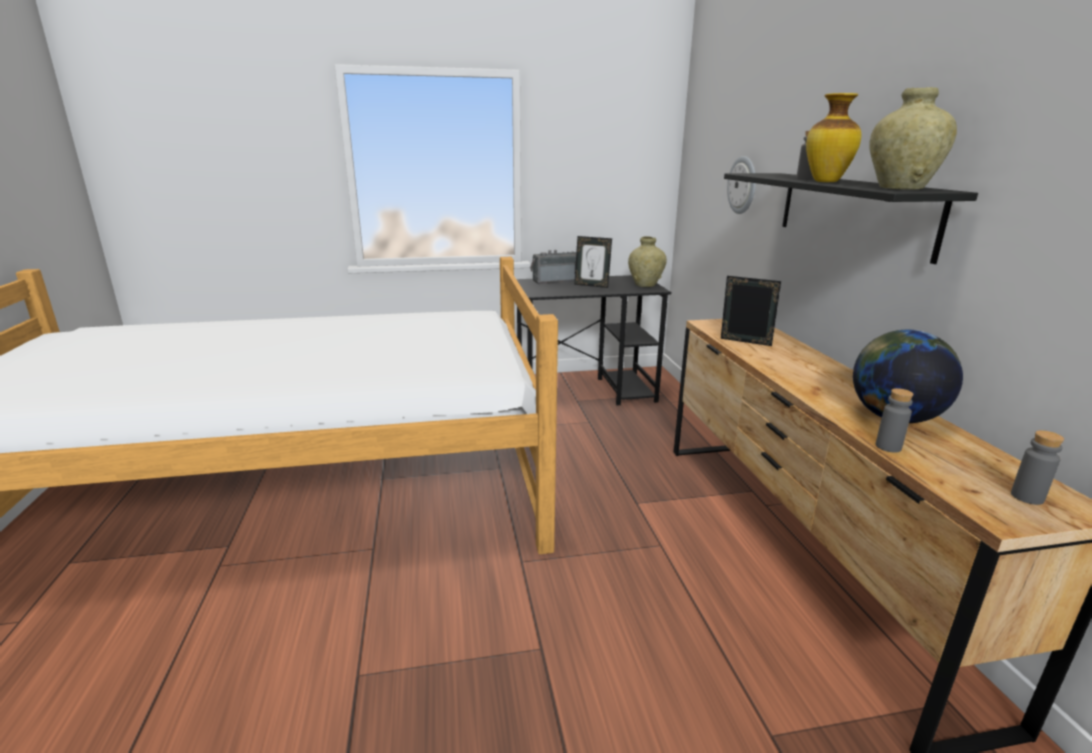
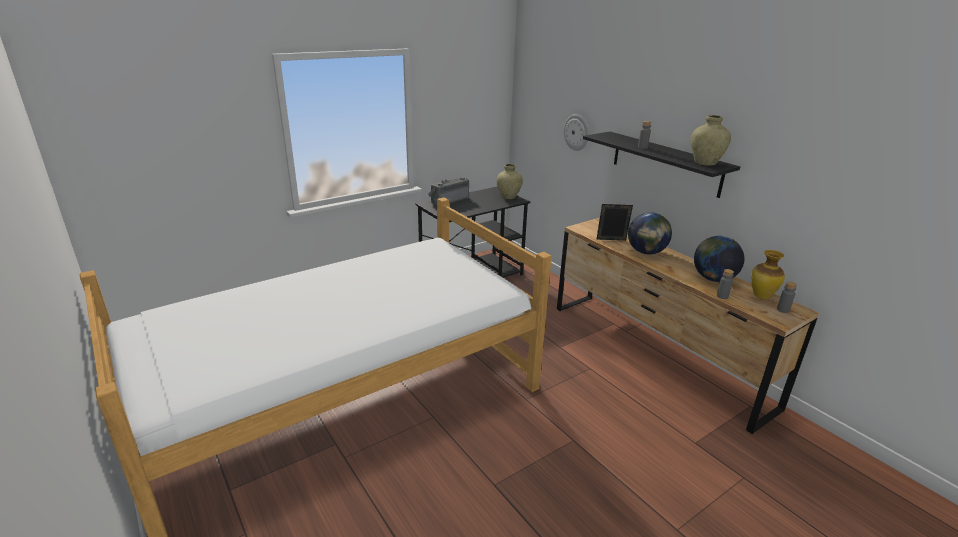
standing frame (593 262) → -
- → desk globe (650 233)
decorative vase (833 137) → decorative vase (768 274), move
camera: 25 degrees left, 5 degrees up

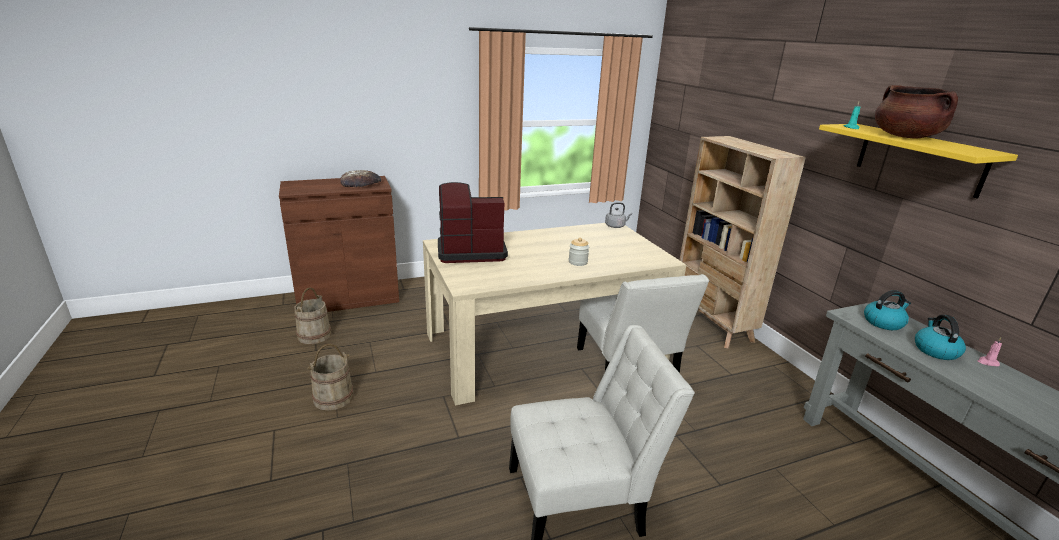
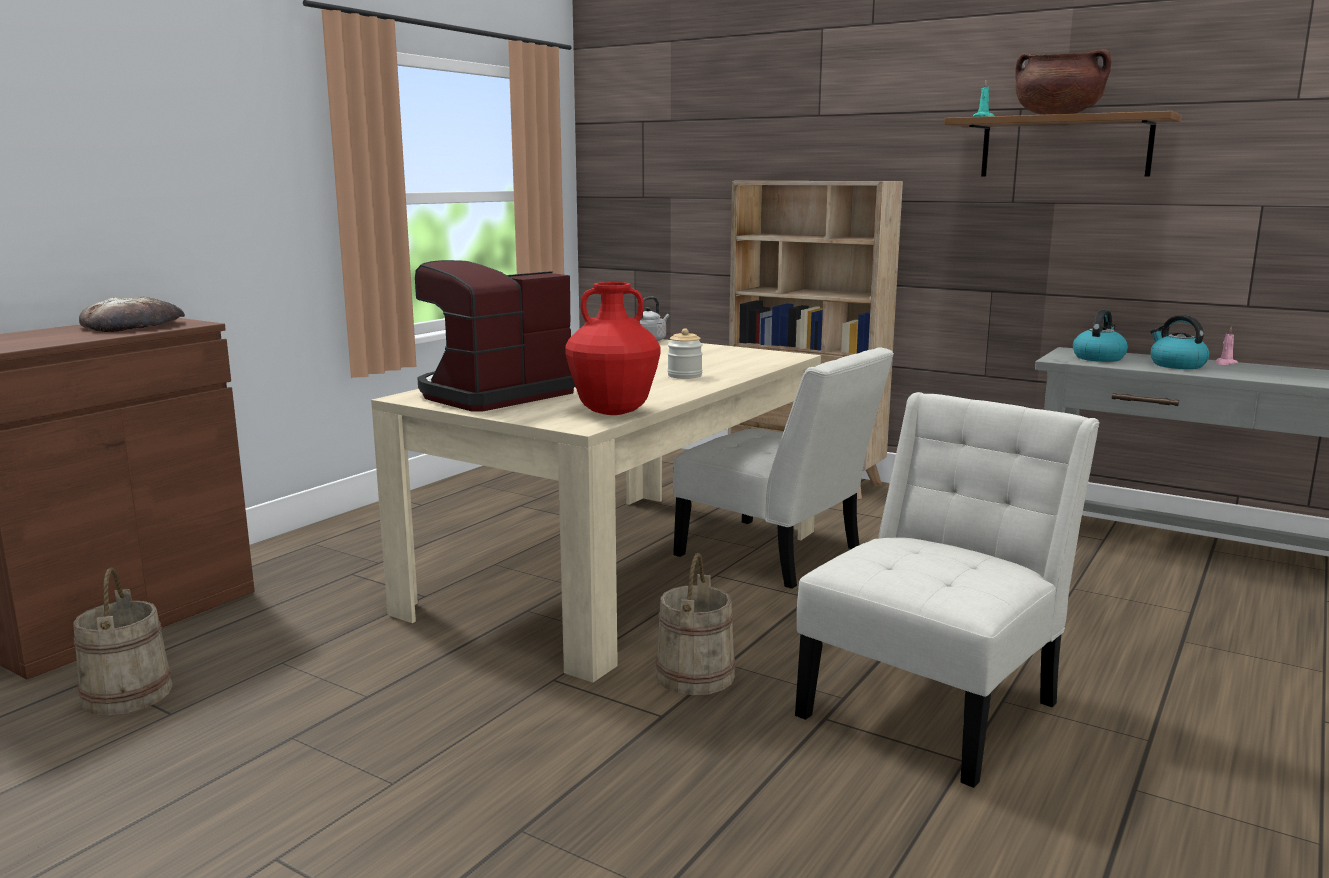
- → red decorative vase (613 348)
beige-coloured bucket (330 377) → beige-coloured bucket (695 624), move
yellowish shelf (918 161) → brown-coloured shelf (1063 144)
camera: 35 degrees left, 10 degrees down

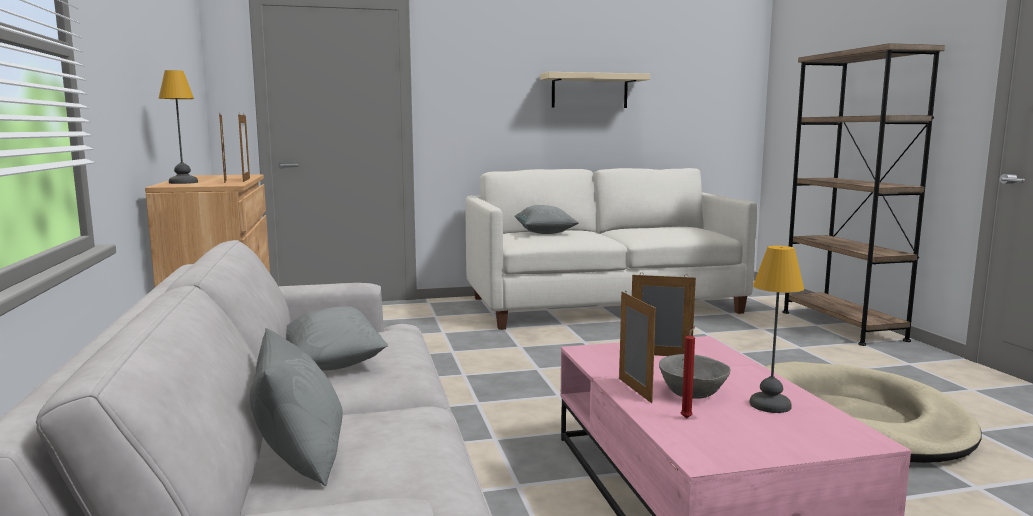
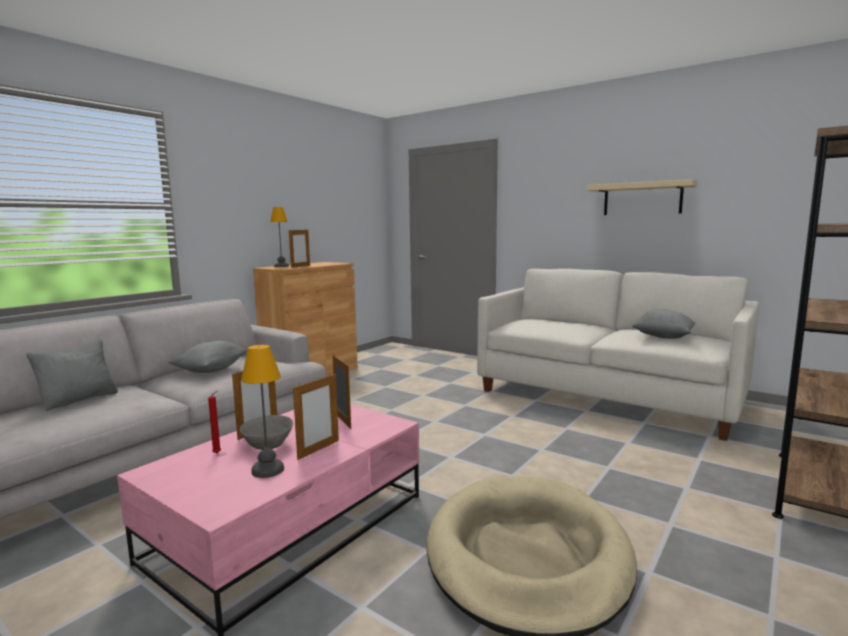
standing frame (244 148) → standing frame (316 416), move
greyish cushion (546 219) → greyish cushion (663 324), move
camera: 50 degrees right, 0 degrees up

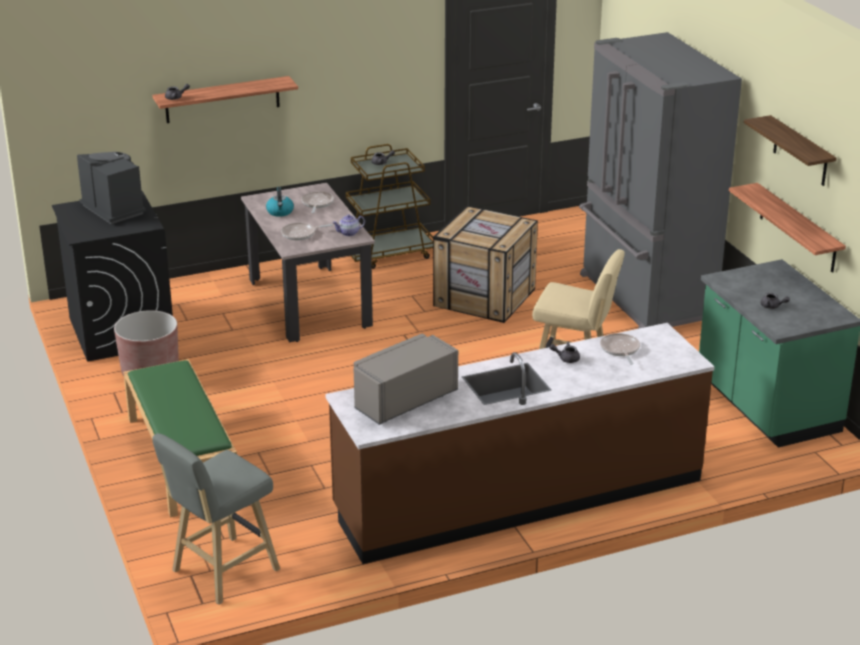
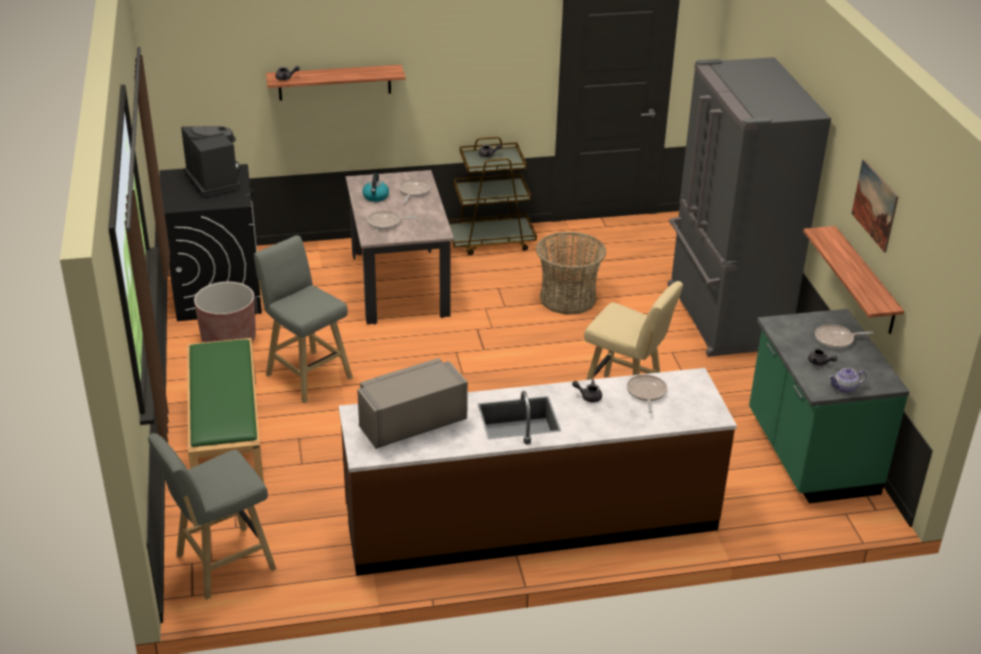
- → greyish stool seat (303 319)
- → pan (844 336)
pot for tea (348 225) → pot for tea (847 380), move
shipping crate (485 264) → storage basket (571 273)
shelf (790 150) → wall art (875 206)
camera: 10 degrees right, 5 degrees up

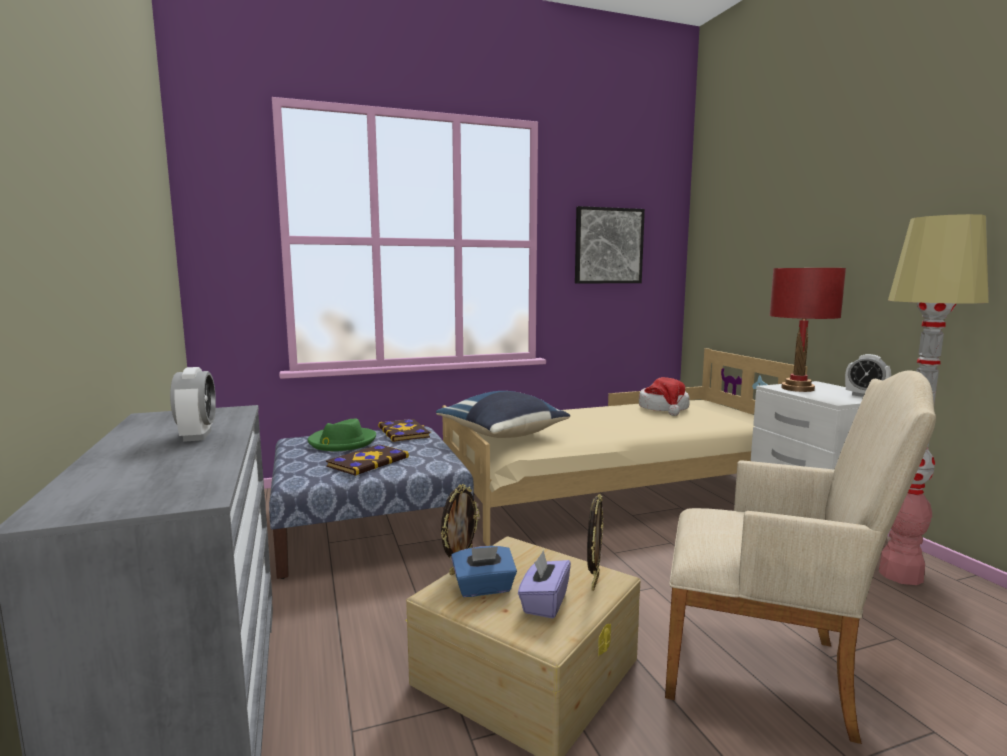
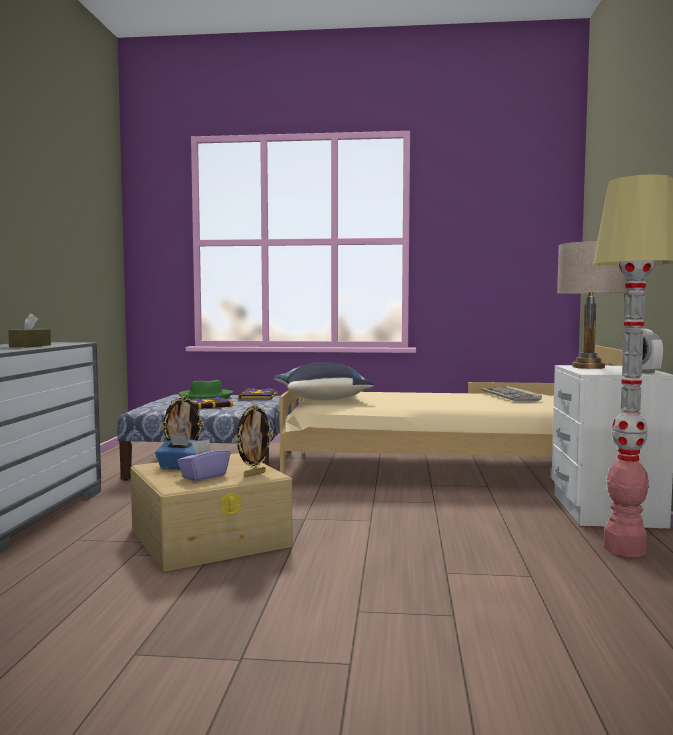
wall art (610 245) → -
beige-coloured armchair (800 557) → -
bedside clock (193 404) → brown-coloured box of tissues (29 330)
clothing hat (664 396) → computer keyboard (511 393)
red table lamp (807 330) → beige-coloured table lamp (592 305)
camera: 25 degrees right, 5 degrees down

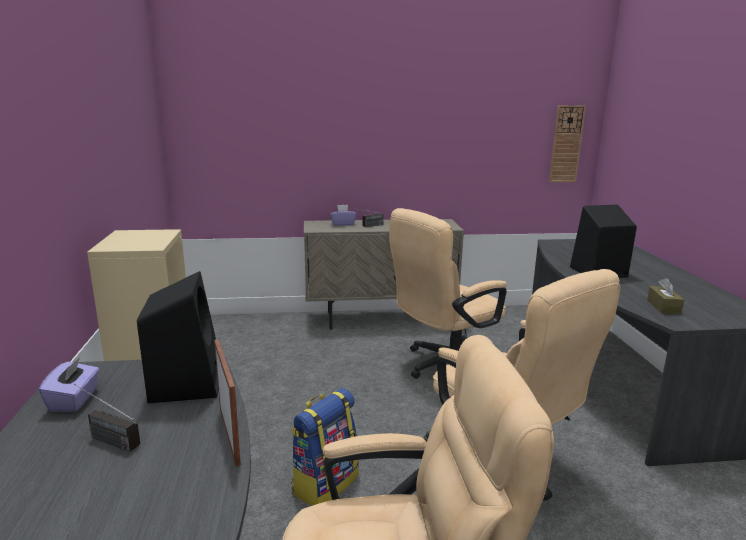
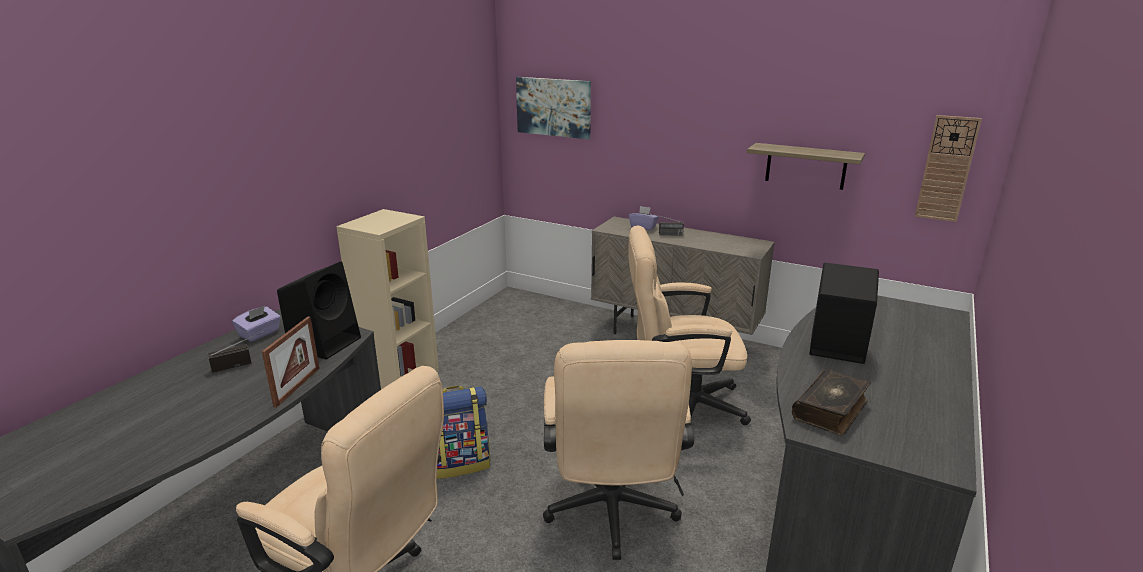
- → wall art (553 108)
- → shelf (806 166)
brown-coloured box of tissues (665 296) → book (831 402)
radio (107 418) → radio (237 351), 90 degrees clockwise
camera: 35 degrees right, 5 degrees up

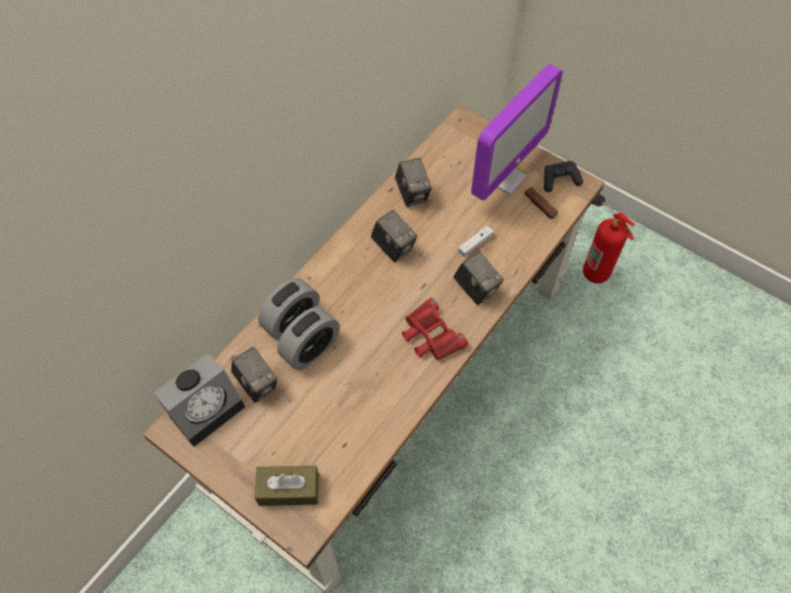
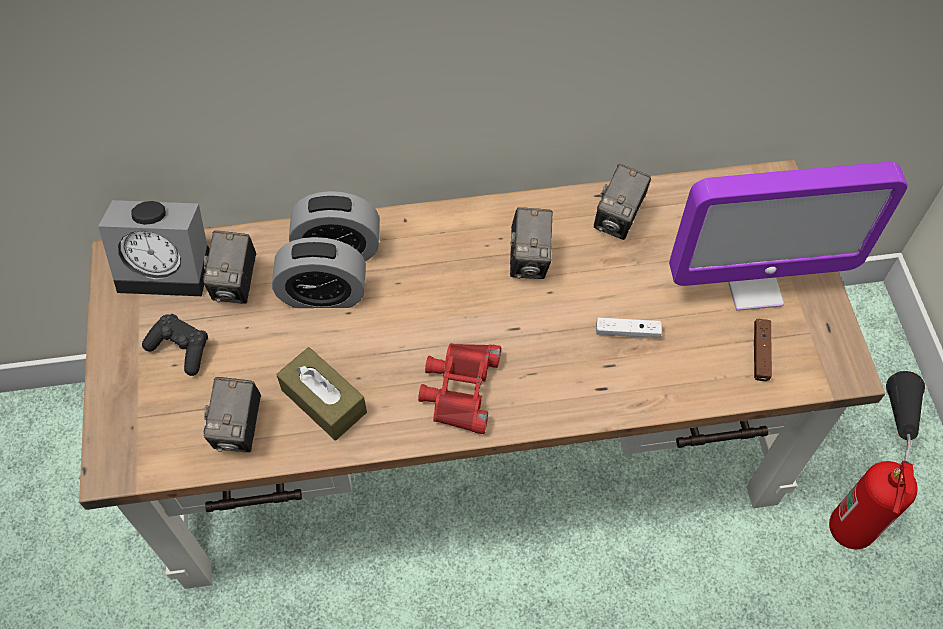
brown-coloured box of tissues (287 486) → brown-coloured box of tissues (321 393), move
photo camera (478 278) → photo camera (232 414), move
black gamepad (563 176) → black gamepad (175 345), move
camera: 45 degrees right, 0 degrees up

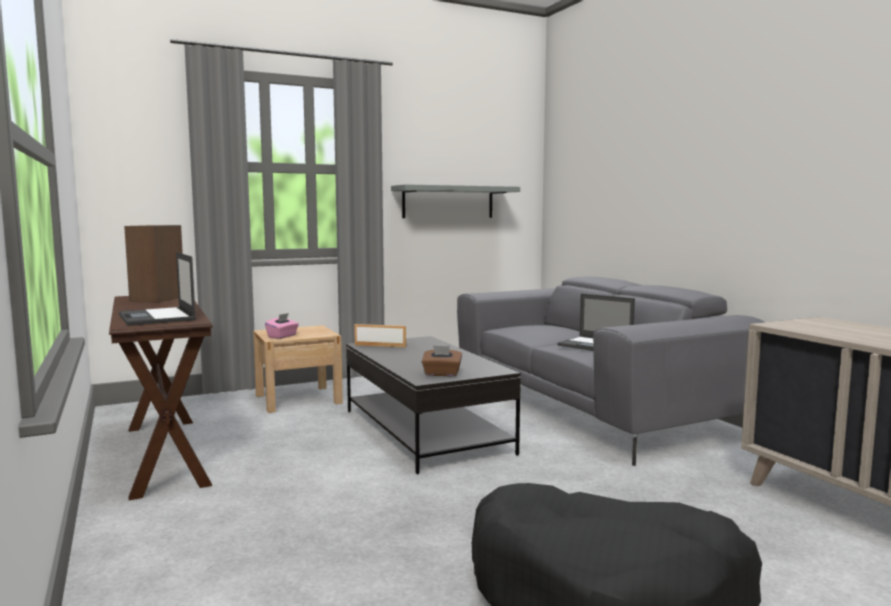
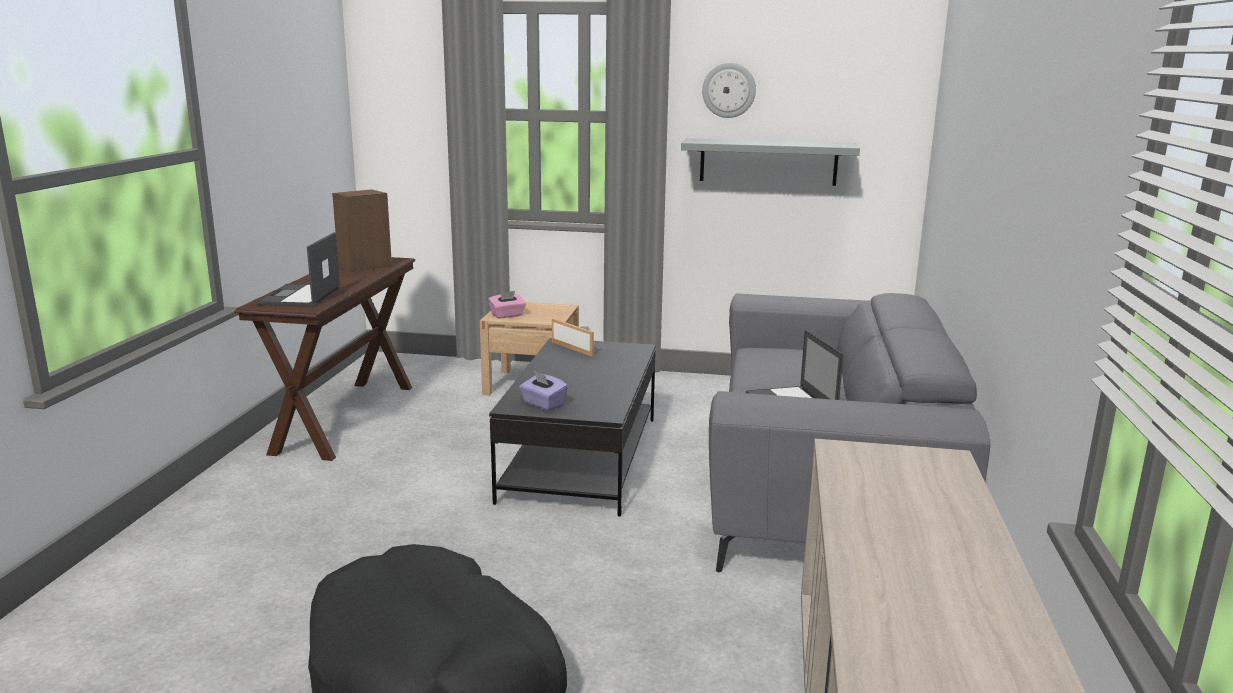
- → clock on the wall (729 90)
brown-coloured box of tissues (442 360) → purplish box of tissues (543 391)
camera: 35 degrees right, 10 degrees up

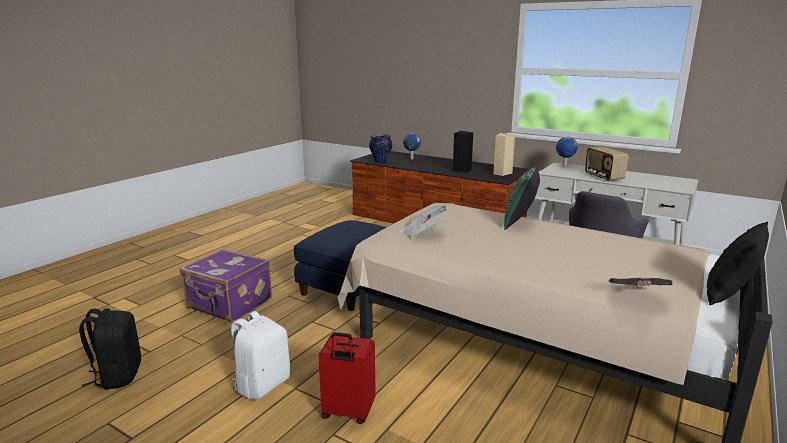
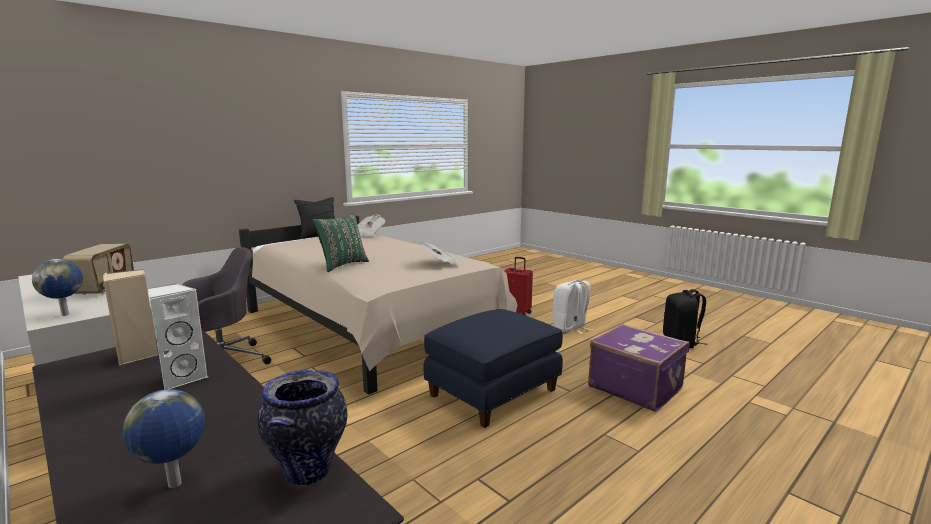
black audio speaker (463 152) → white audio speaker (178 336)
camera: 165 degrees left, 5 degrees down

